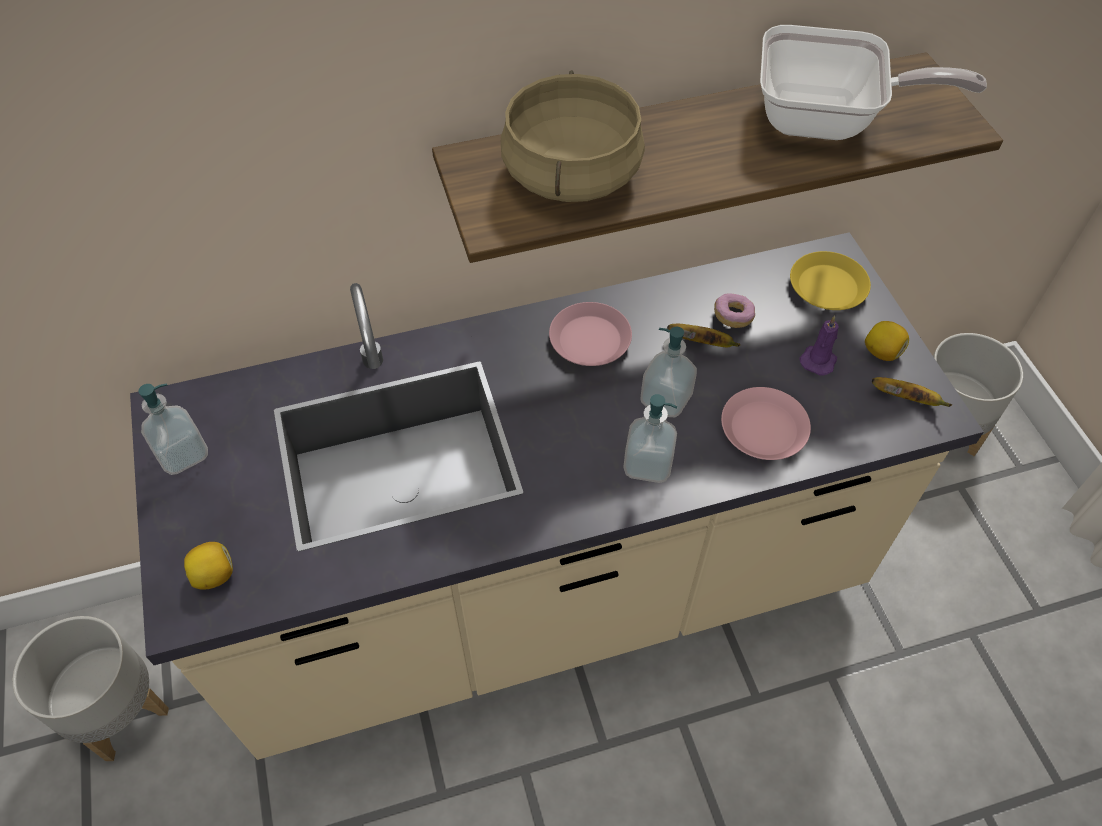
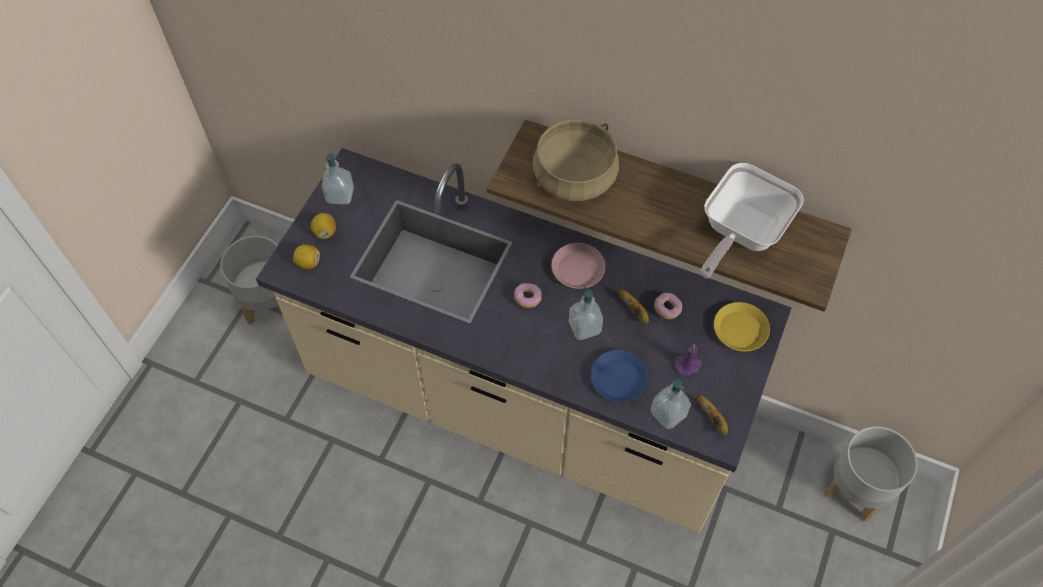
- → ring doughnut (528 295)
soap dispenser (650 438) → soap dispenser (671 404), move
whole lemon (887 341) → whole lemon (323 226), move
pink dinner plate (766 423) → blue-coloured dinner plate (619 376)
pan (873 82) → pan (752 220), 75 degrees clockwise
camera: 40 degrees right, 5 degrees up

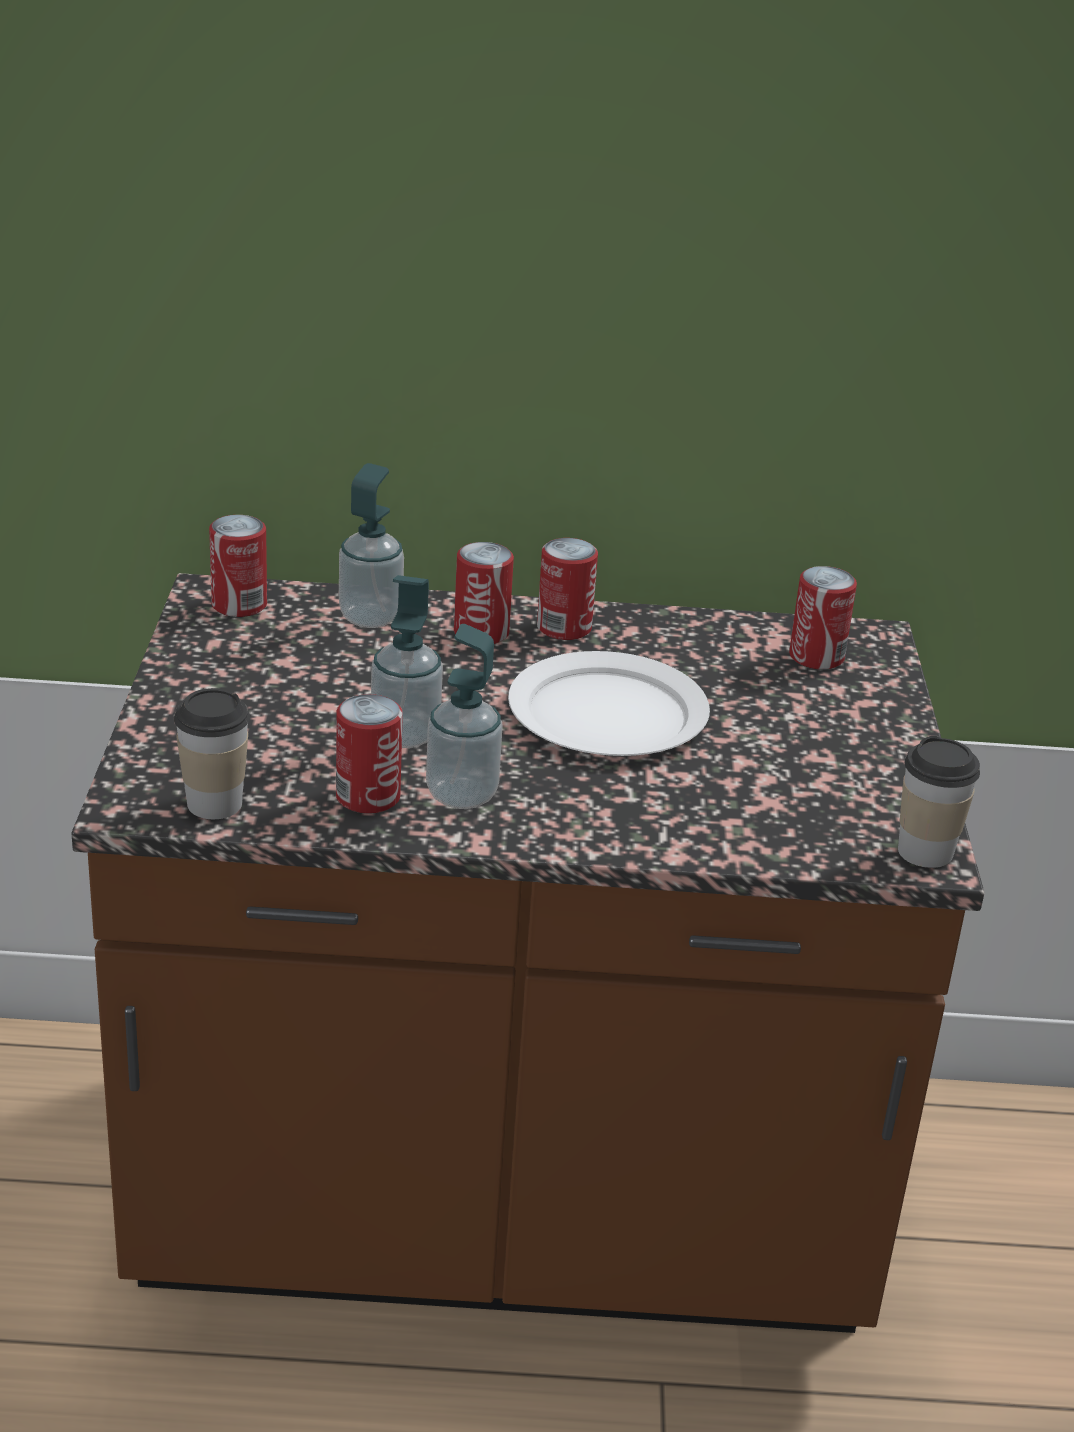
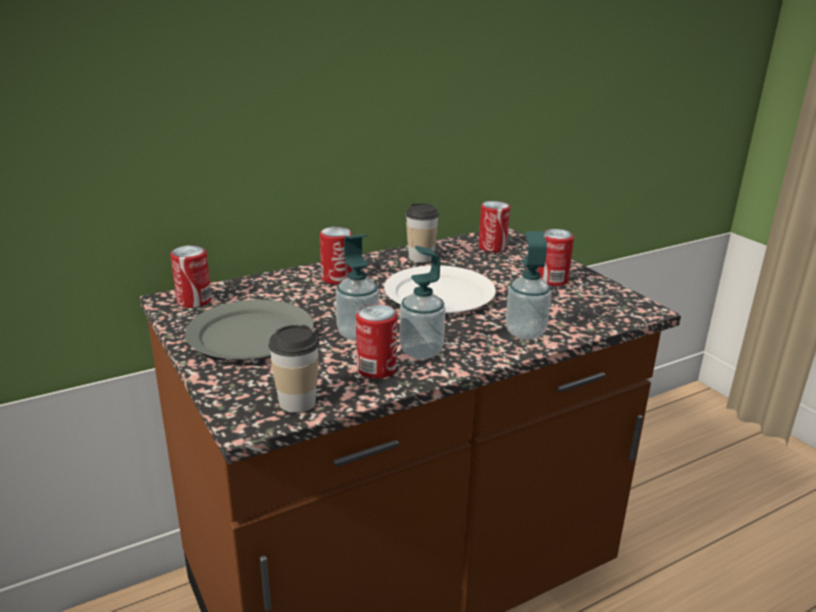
- → greyish dinner plate (249 329)
soap dispenser (371 545) → soap dispenser (528 285), move
metal can (567 589) → metal can (556 257), move
cup (939 802) → cup (422 233), move
camera: 30 degrees left, 5 degrees down

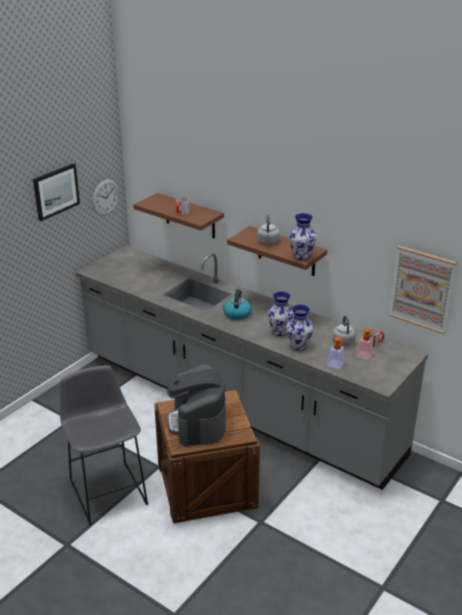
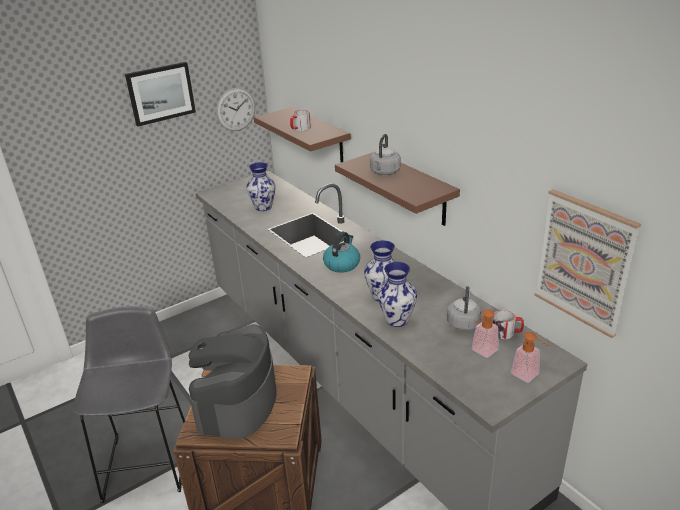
decorative vase (303 236) → decorative vase (260 186), move
soap dispenser (338 353) → soap dispenser (530 357), move
camera: 20 degrees right, 0 degrees up

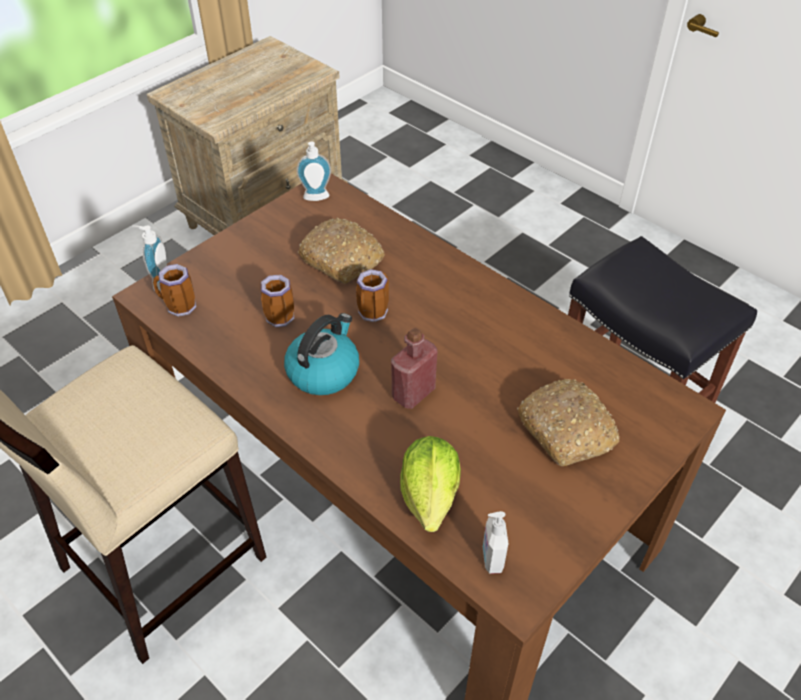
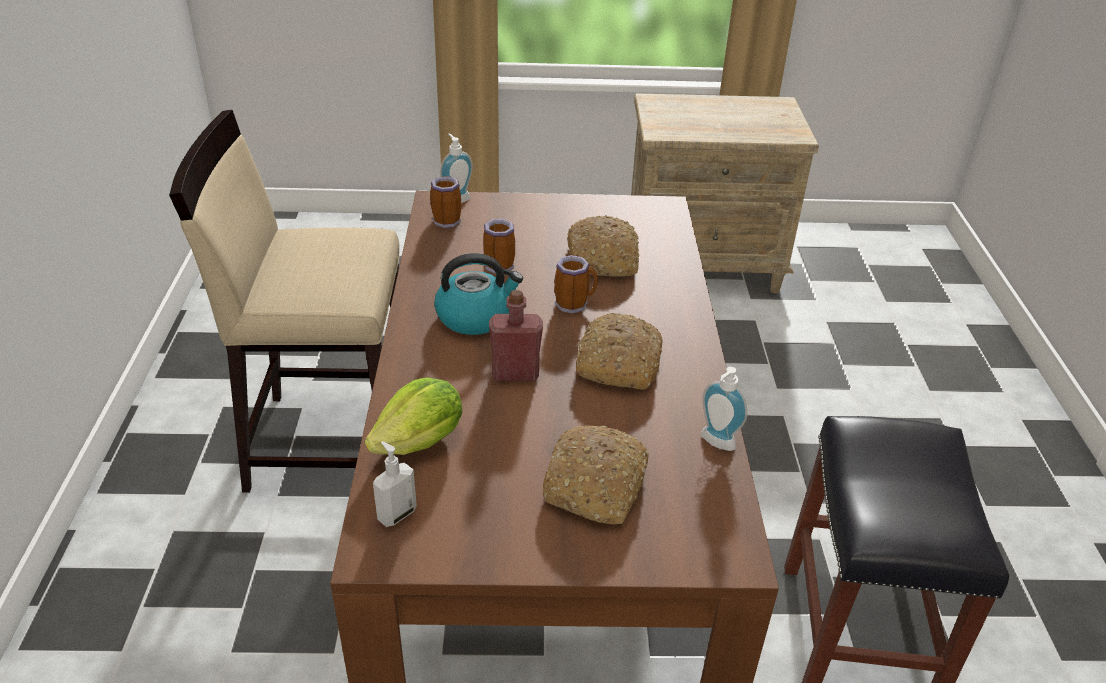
- → bread (619 351)
soap dispenser (314 171) → soap dispenser (724 409), move
camera: 45 degrees right, 10 degrees down

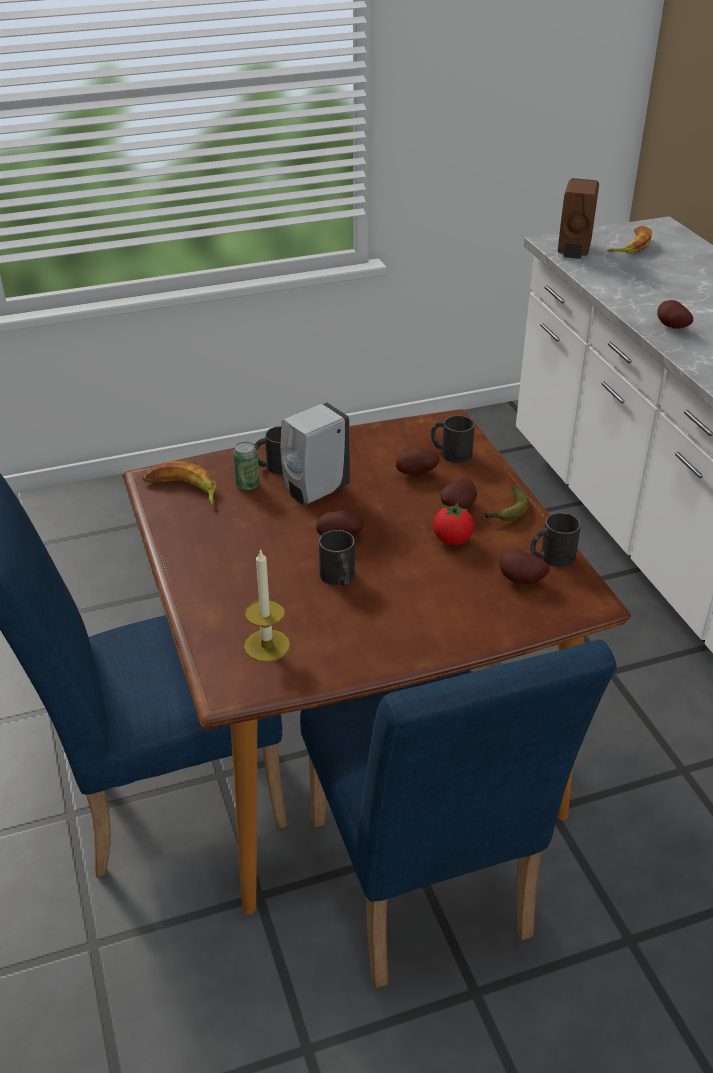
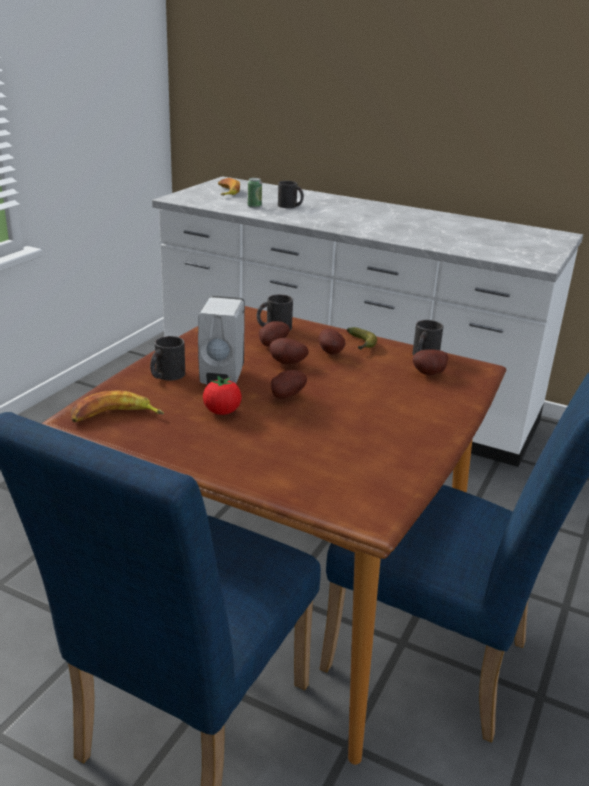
wax candle (267 605) → -
brown-coloured soap dispenser (578 218) → -
metal can (246 466) → metal can (254 193), move
black mug (337 558) → black mug (291 194), move
whole tomato (453 524) → whole tomato (222 395), move
spud (675 314) → spud (289 351), move
camera: 45 degrees left, 10 degrees down

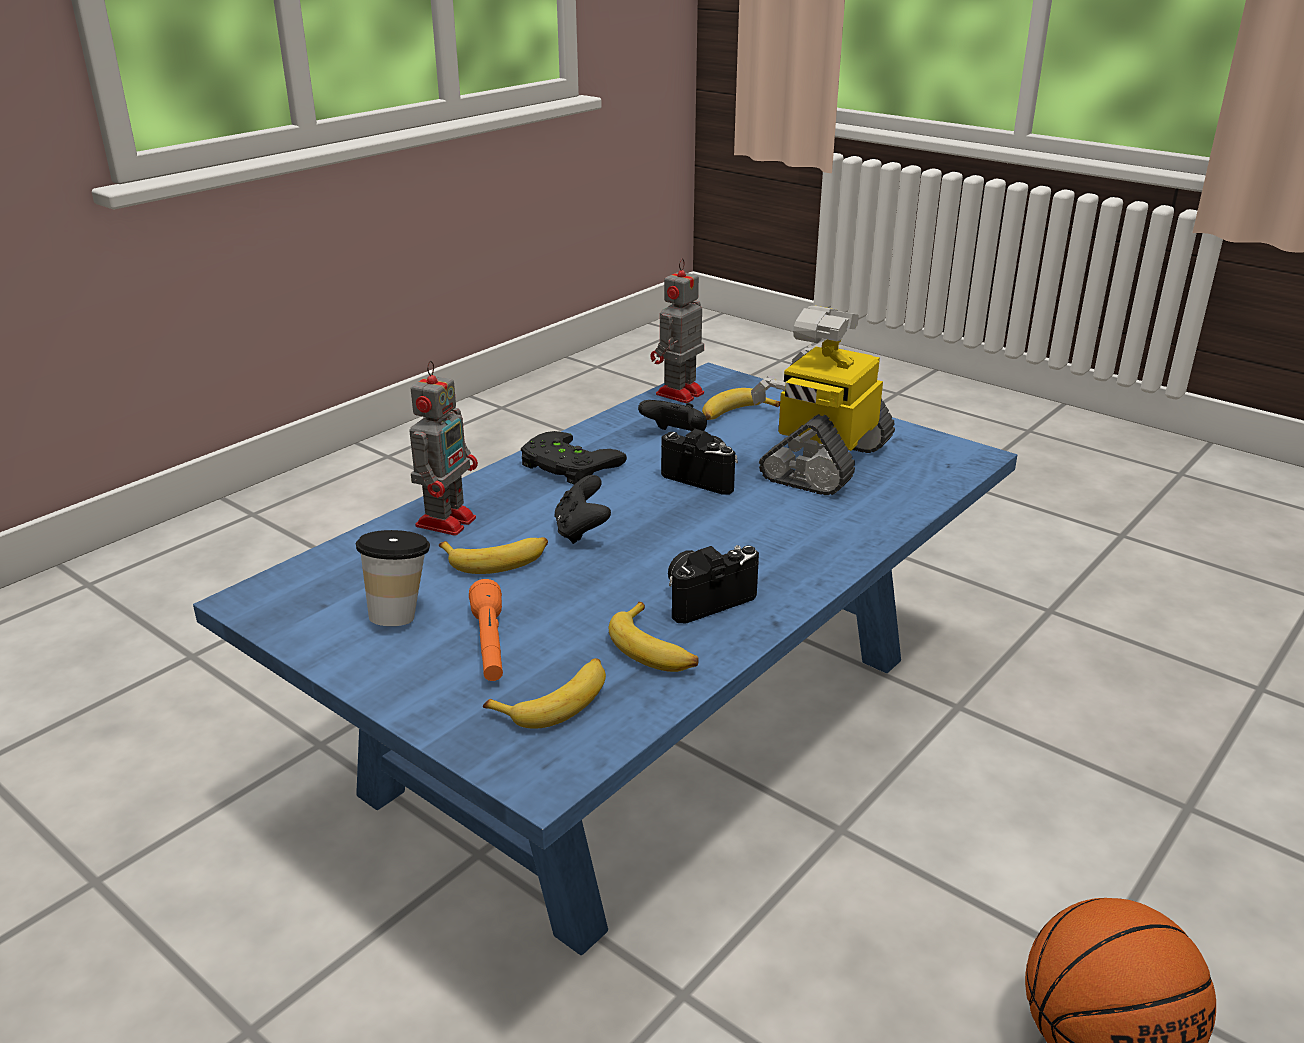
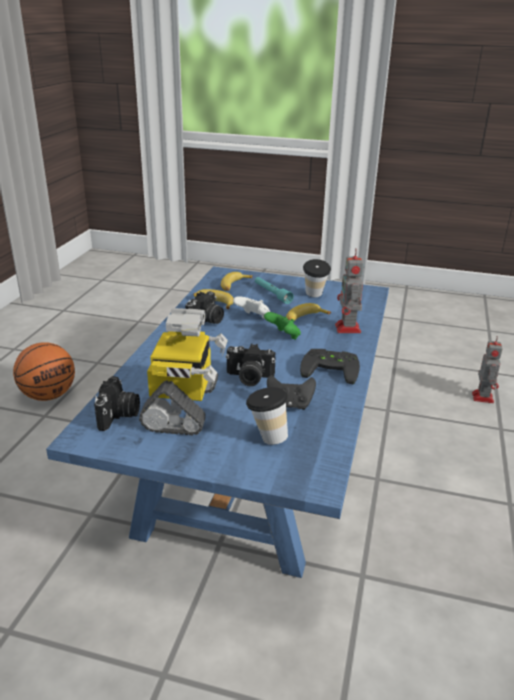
- → photo camera (117 403)
- → white gamepad (251 307)
model robot (677 330) → model robot (487 369), move
banana fruit (741 404) → cup (267 416)
orange-coloured torch (486 630) → blue-green torch (274 290)
black gamepad (582 509) → green gamepad (282 326)
camera: 155 degrees right, 0 degrees up

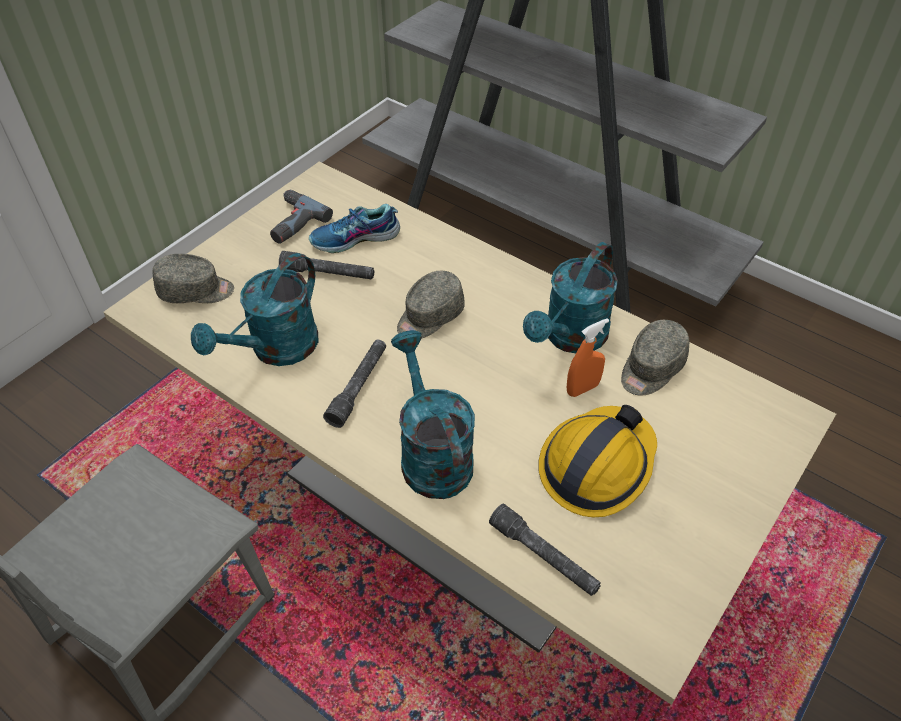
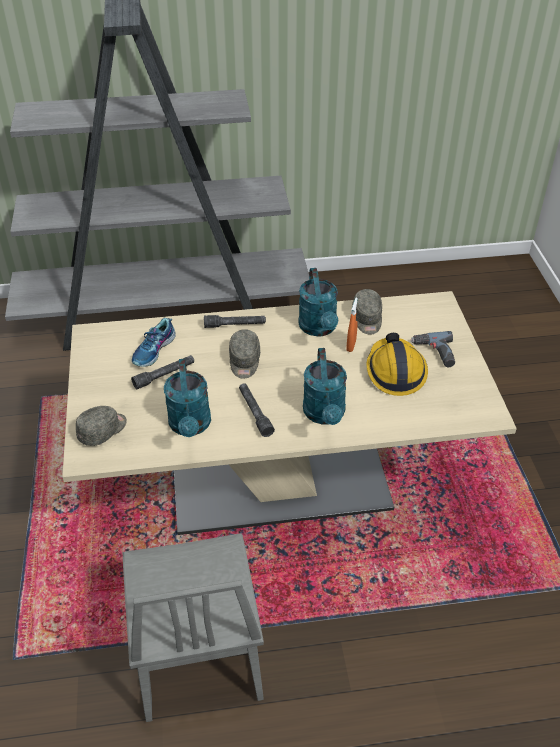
electric drill (301 217) → electric drill (433 349), move
greyish torch (545 549) → greyish torch (235 321), move
blue-green watering pot (433 414) → blue-green watering pot (325 386), 120 degrees counterclockwise
camera: 45 degrees left, 5 degrees down

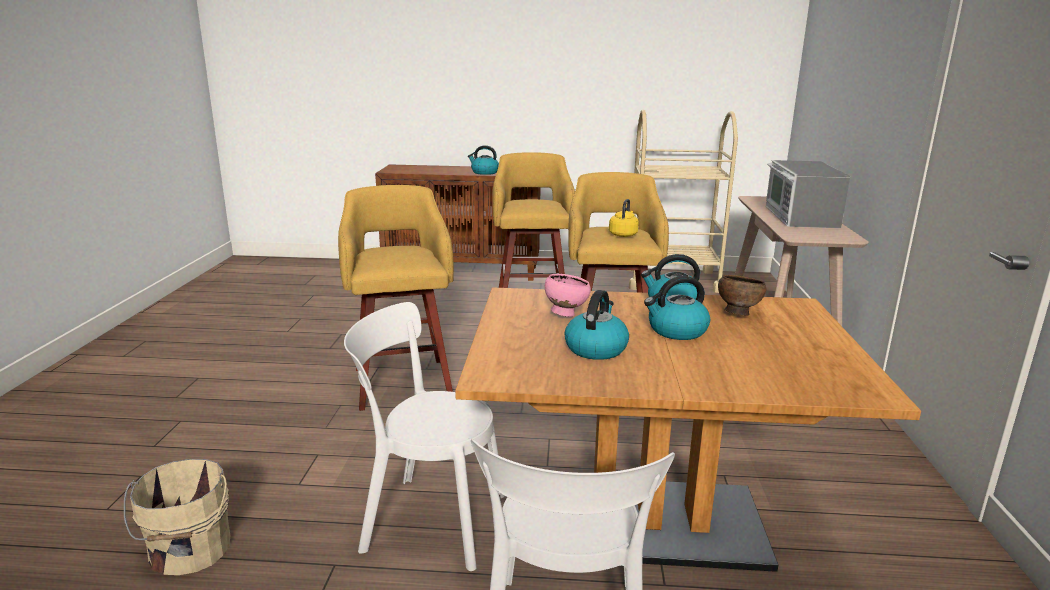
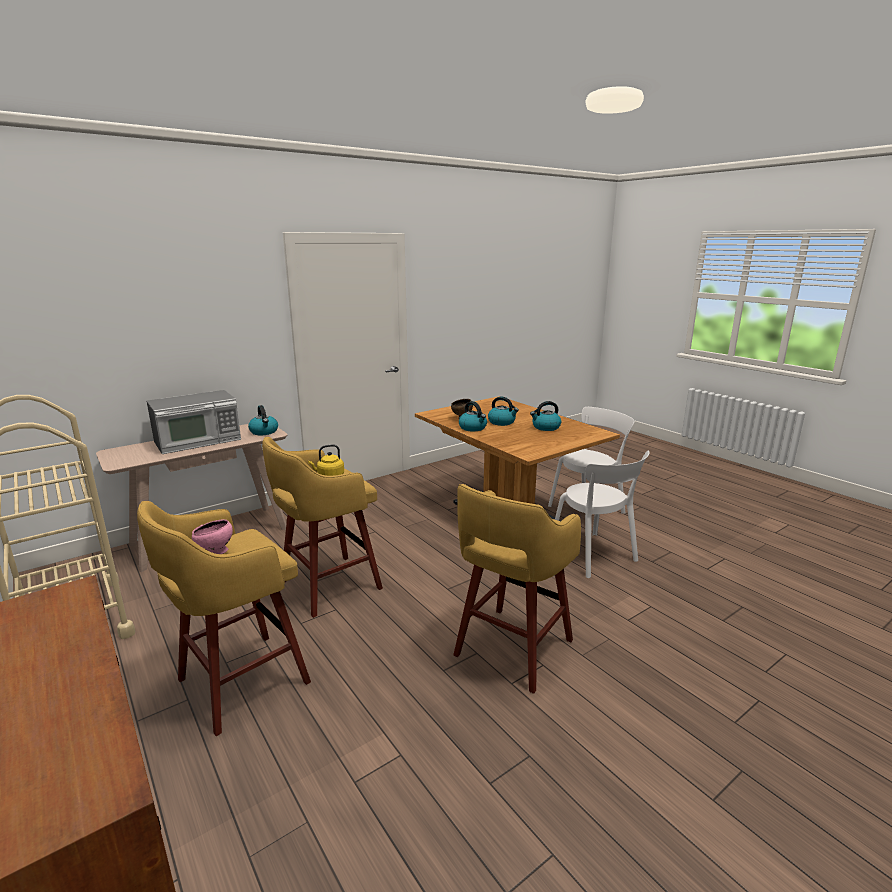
beige-coloured bucket (177 517) → -
water kettle (483 160) → water kettle (263 420), move
pink serving bowl (568 295) → pink serving bowl (212 536), move
camera: 130 degrees left, 0 degrees up

